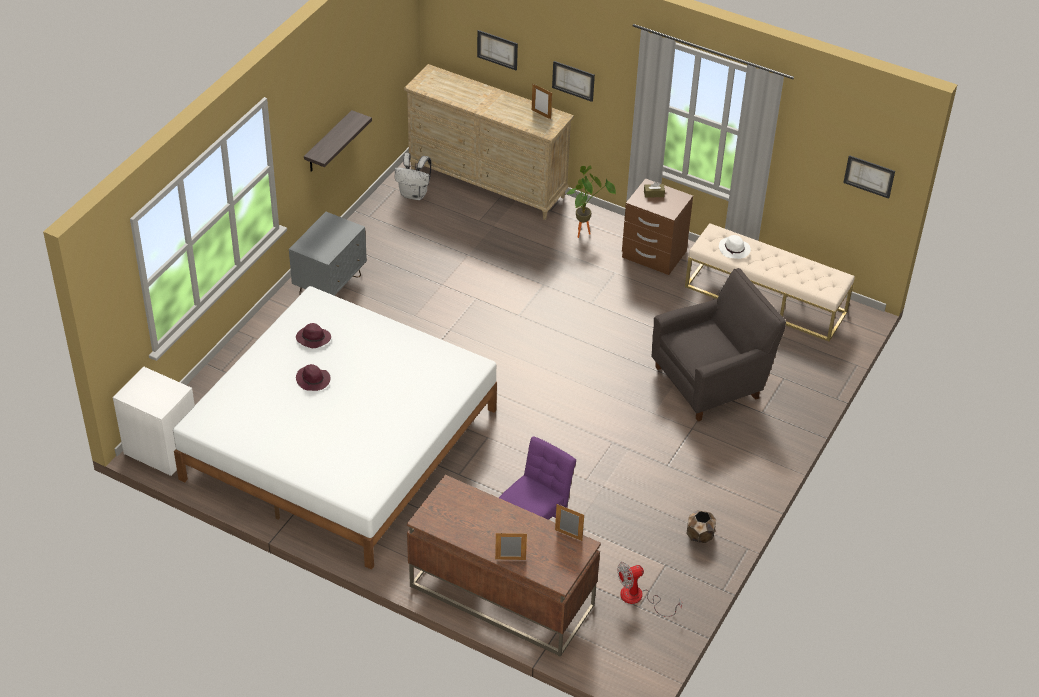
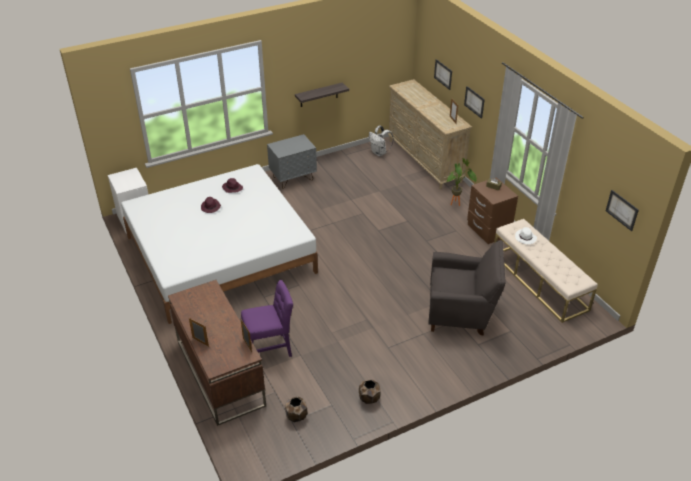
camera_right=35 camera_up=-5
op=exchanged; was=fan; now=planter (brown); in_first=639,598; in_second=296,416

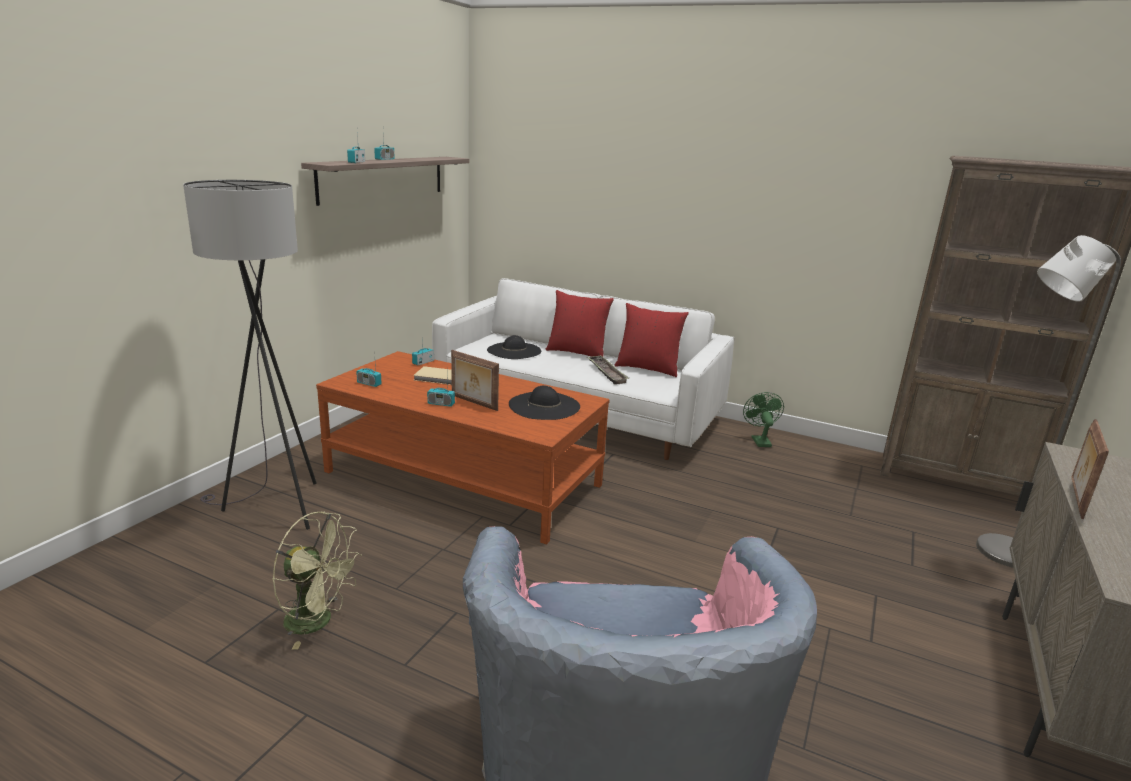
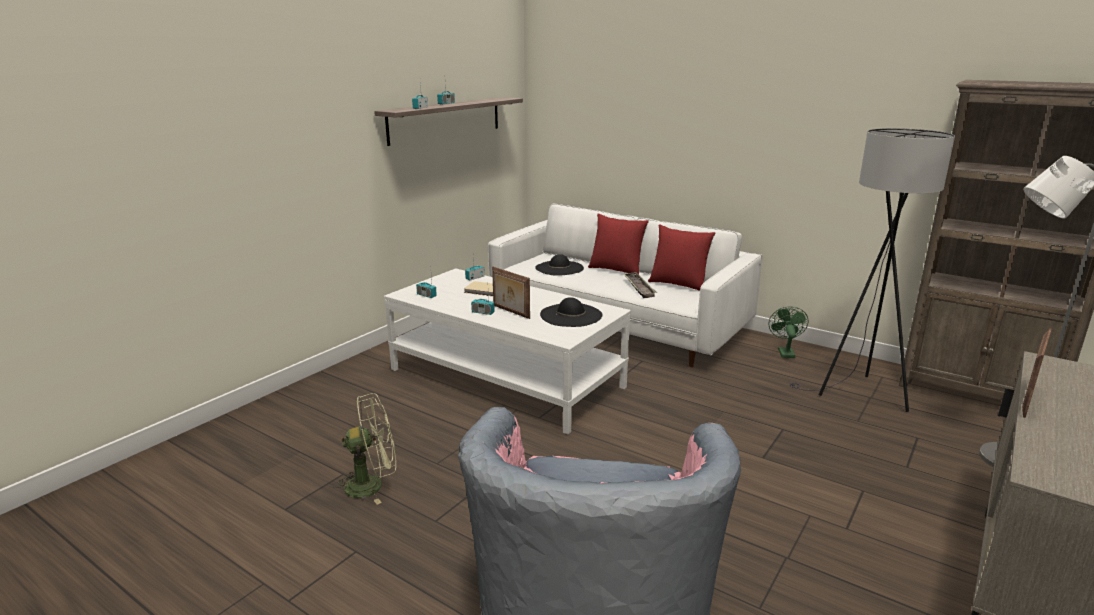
camera_right=10 camera_up=0
op=spun; was=fan (green); in_first=318,621; in_second=372,485; clockwise=-45
op=colour; was=coffee table (brown); now=coffee table (white); in_first=464,479; in_second=506,378
op=relocated; was=floor lamp (grey); in_first=273,508; in_second=857,395

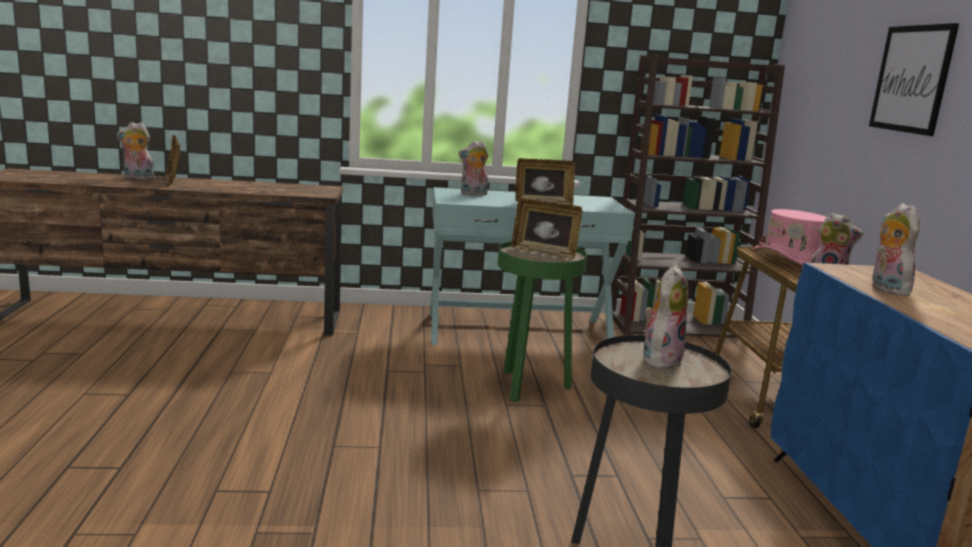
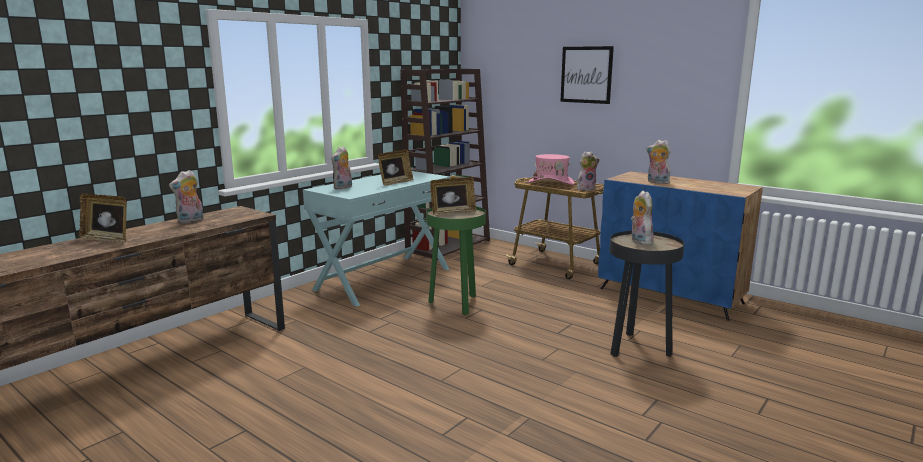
camera_right=-45 camera_up=0
op=relocated; was=plush toy; in_first=137,178; in_second=190,221

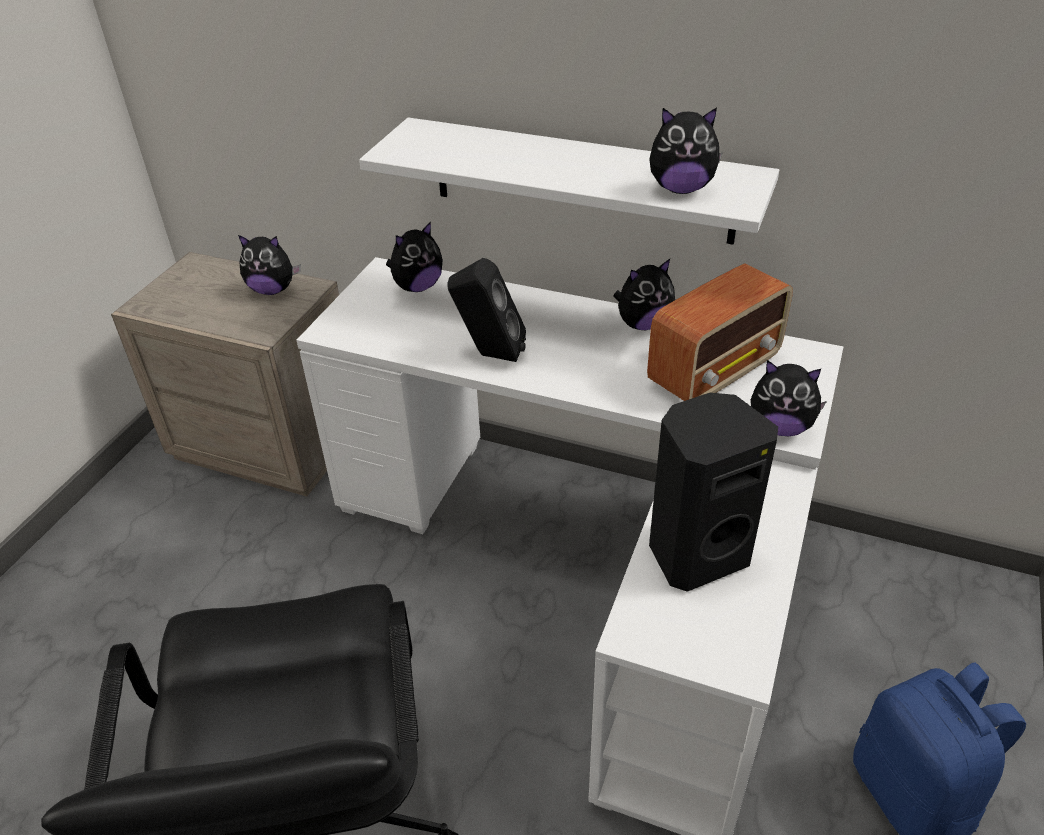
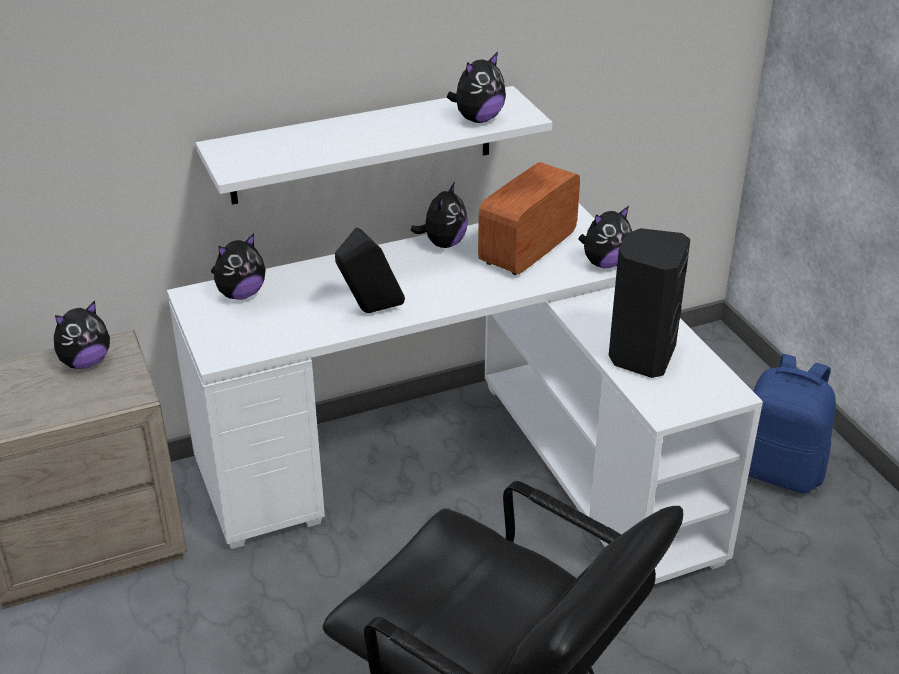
camera_right=-45 camera_up=-5
op=spun; was=plush toy; in_first=417,287; in_second=240,294; clockwise=45
op=spun; was=radio; in_first=715,370; in_second=527,250; clockwise=-150

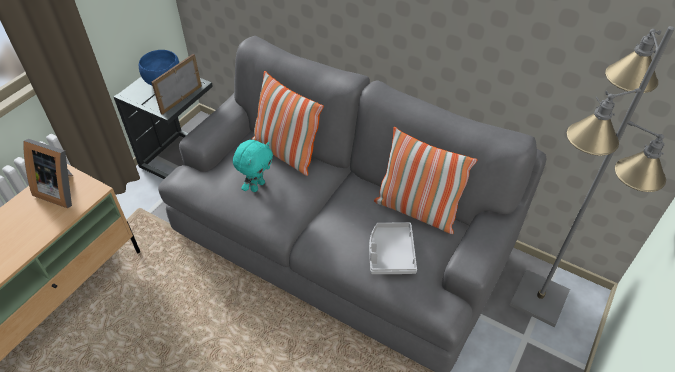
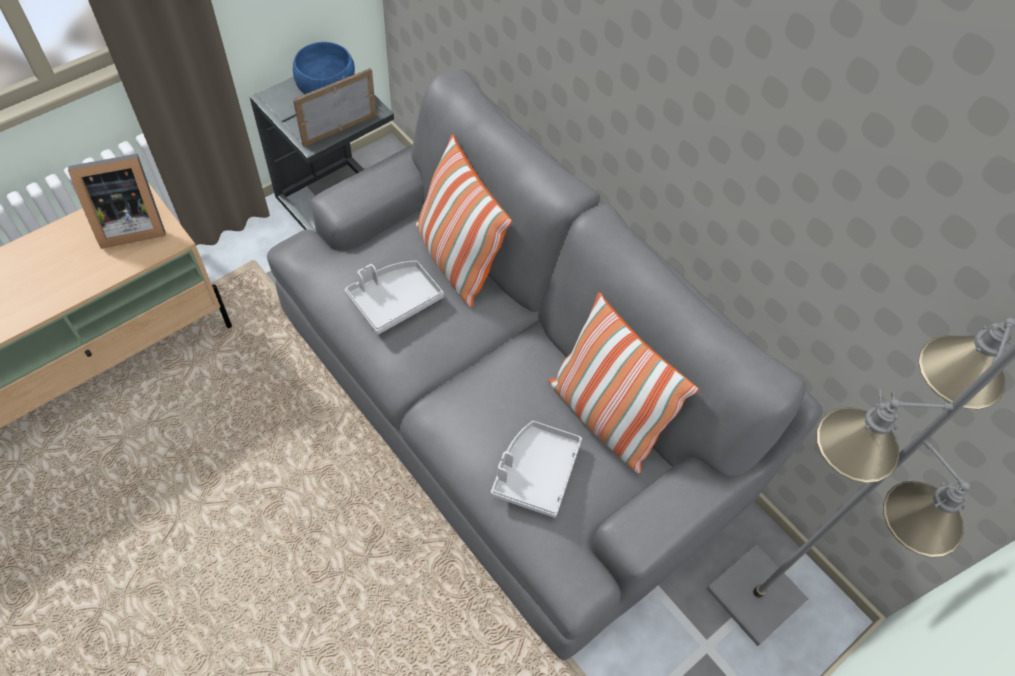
camera_right=15 camera_up=10
op=spun; was=picture frame; in_first=61,190; in_second=129,224; clockwise=-60
op=exchanged; was=plush toy (turquoise); now=tray (grey); in_first=257,186; in_second=394,300

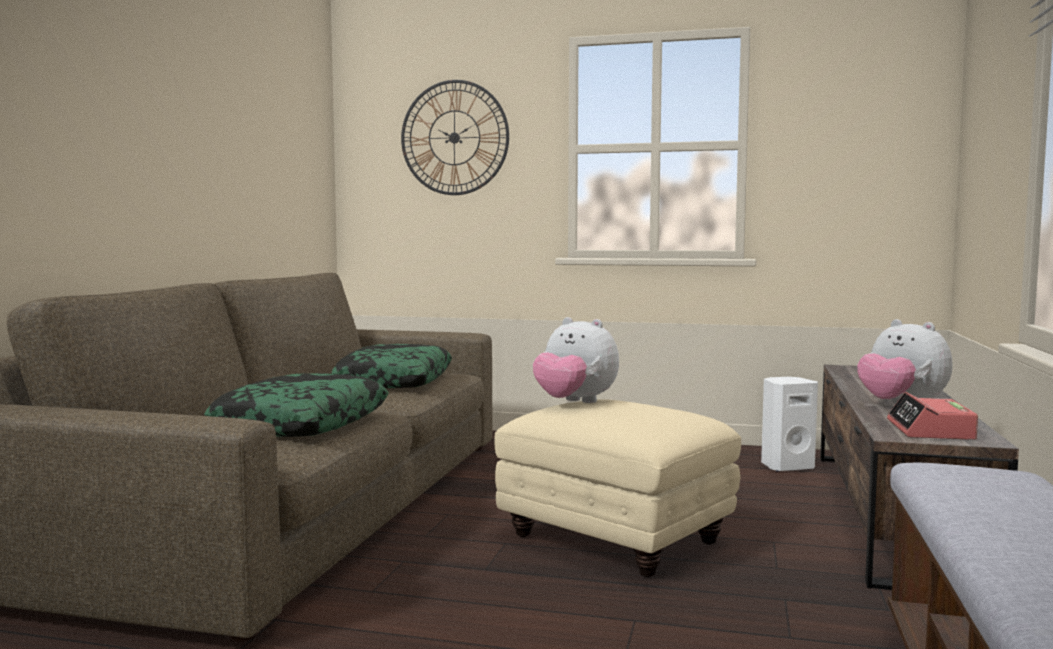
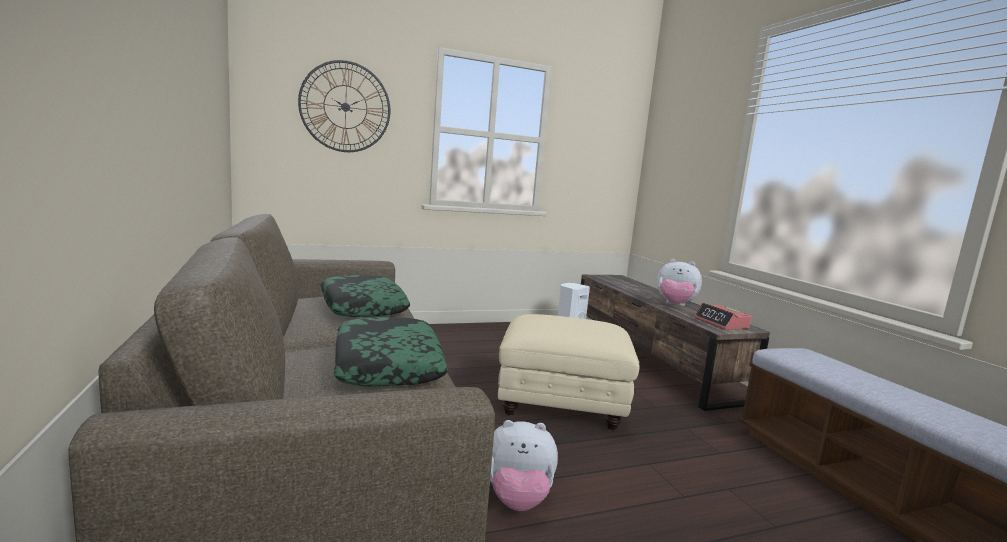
camera_right=-35 camera_up=5
op=relocated; was=plush toy; in_first=574,402; in_second=517,499

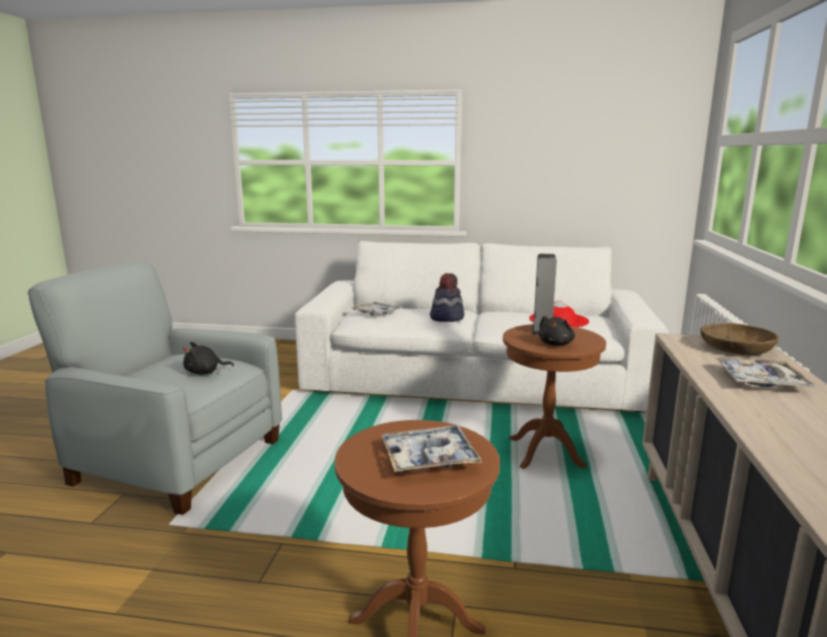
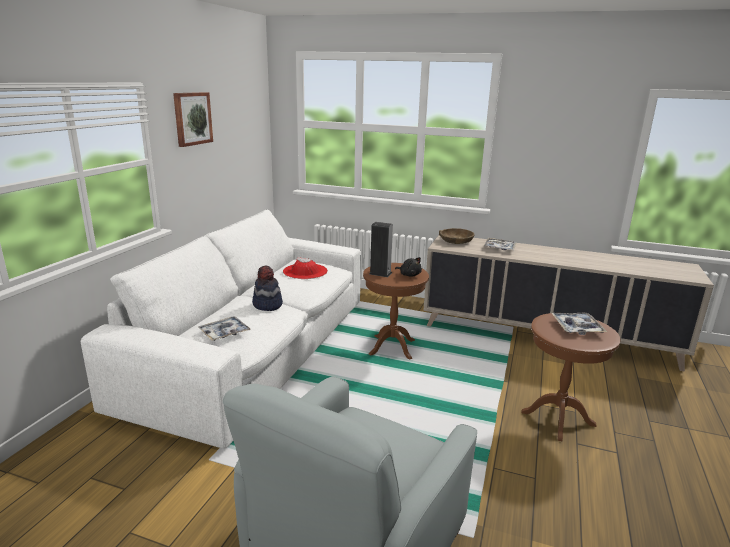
camera_right=-80 camera_up=5
op=appeared; now=picture; in_second=192,118
op=missing; was=plush toy (black); in_first=205,372

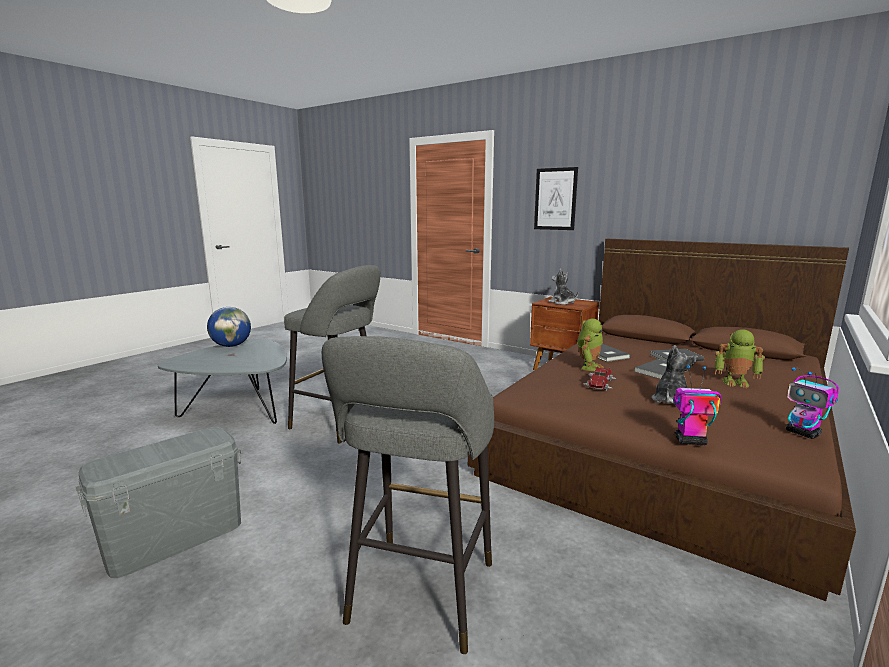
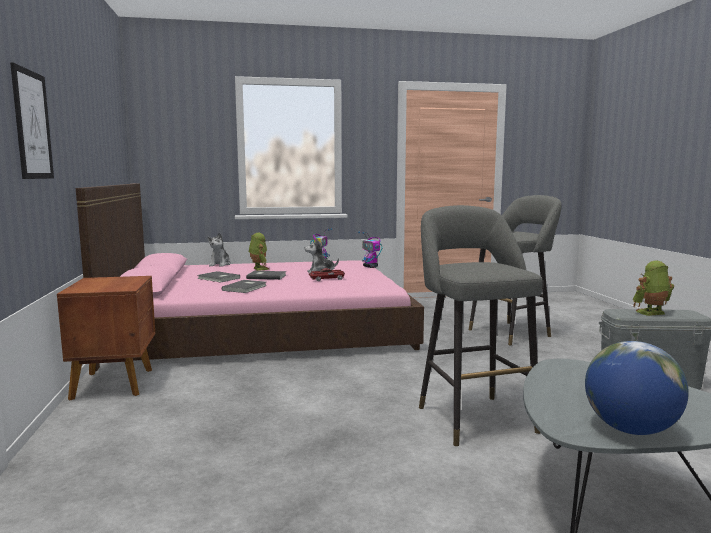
camera_right=-135 camera_up=-5
op=colour; was=bed (brown); now=bed (pink); in_first=666,436; in_second=263,328
op=relocated; was=plush toy; in_first=562,303; in_second=220,264
op=relocated; was=toy robot; in_first=588,367; in_second=651,313

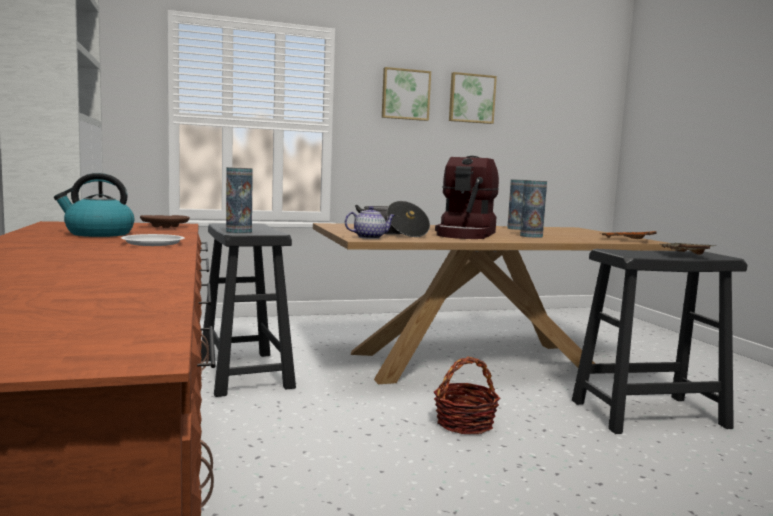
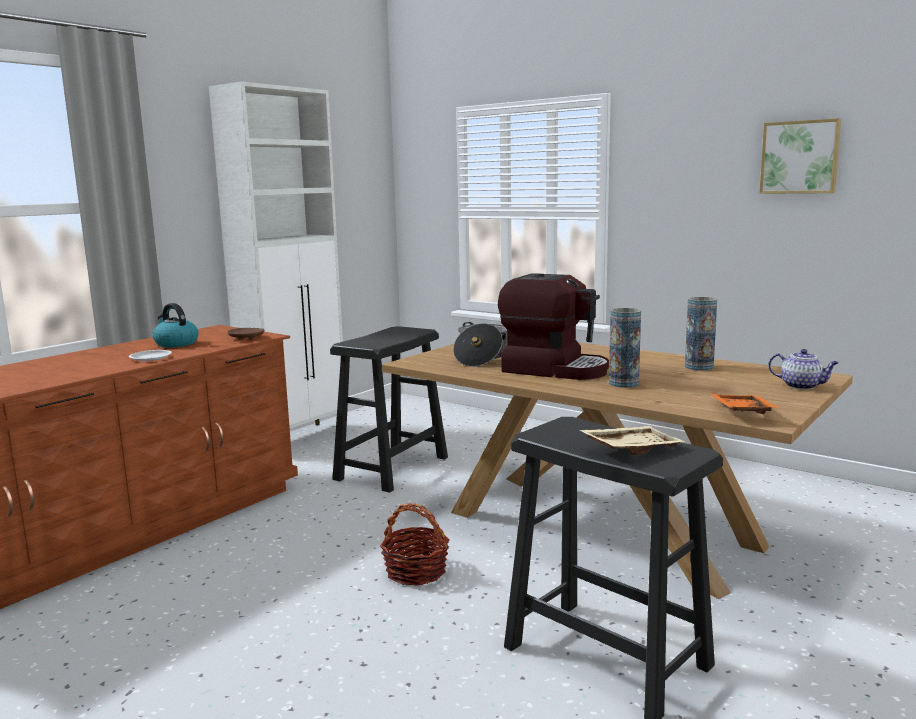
camera_right=55 camera_up=5
op=spun; was=coffee machine; in_first=466,234; in_second=555,369; clockwise=-135
op=relocated; was=teapot; in_first=370,237; in_second=802,386
op=missing; was=vase; in_first=239,232
op=missing; was=picture; in_first=405,94

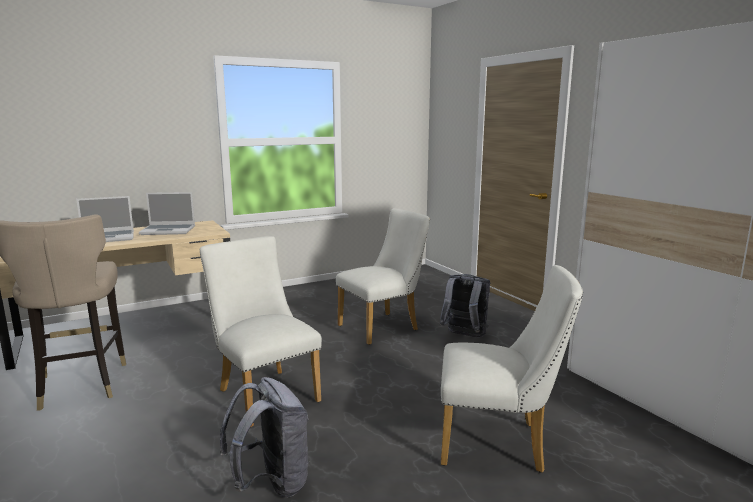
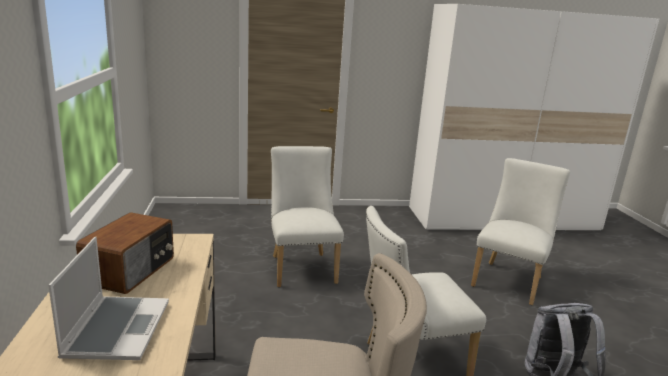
camera_right=-70 camera_up=5
op=exchanged; was=laptop; now=radio; in_first=169,230; in_second=131,270
op=missing; was=backpack (grey); in_first=464,336

